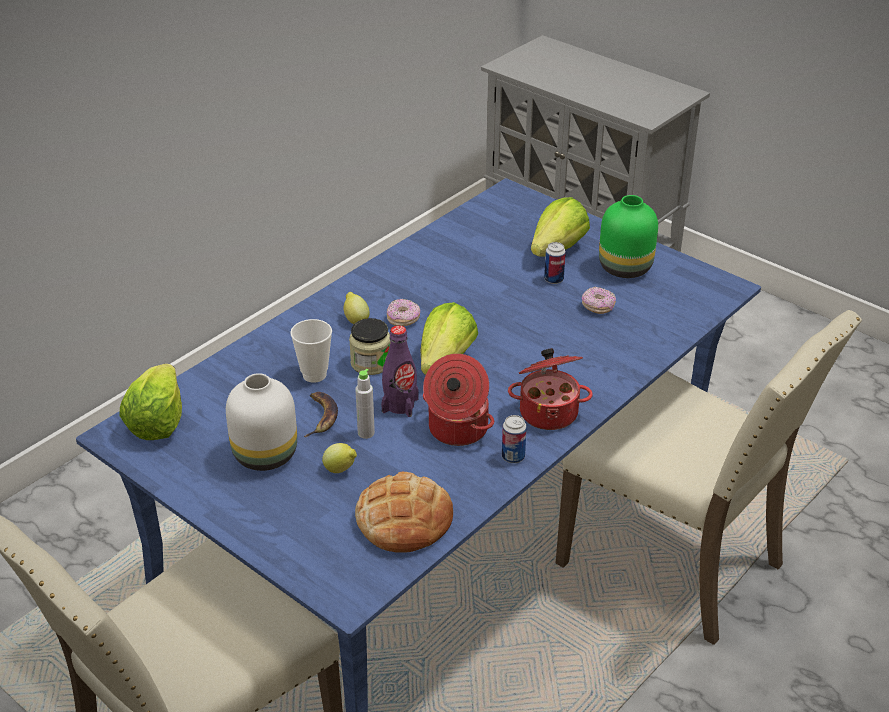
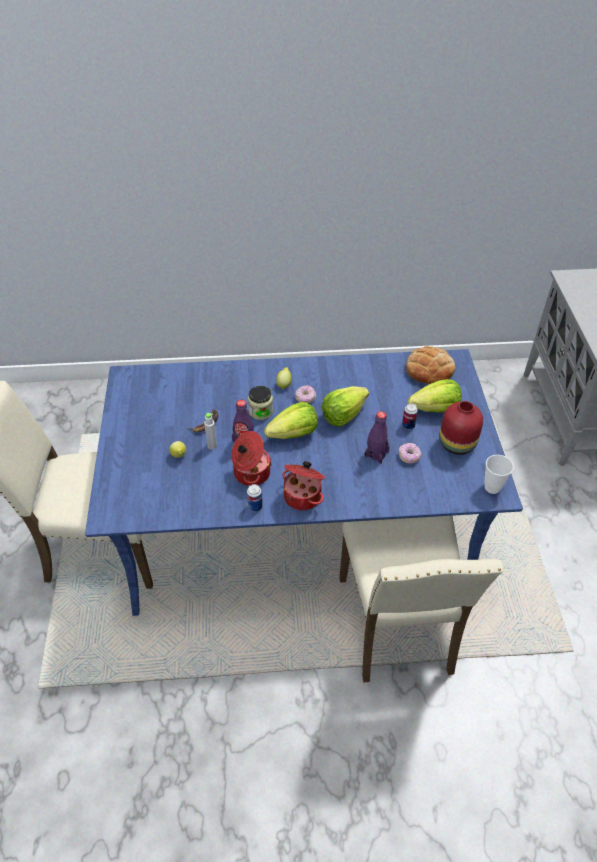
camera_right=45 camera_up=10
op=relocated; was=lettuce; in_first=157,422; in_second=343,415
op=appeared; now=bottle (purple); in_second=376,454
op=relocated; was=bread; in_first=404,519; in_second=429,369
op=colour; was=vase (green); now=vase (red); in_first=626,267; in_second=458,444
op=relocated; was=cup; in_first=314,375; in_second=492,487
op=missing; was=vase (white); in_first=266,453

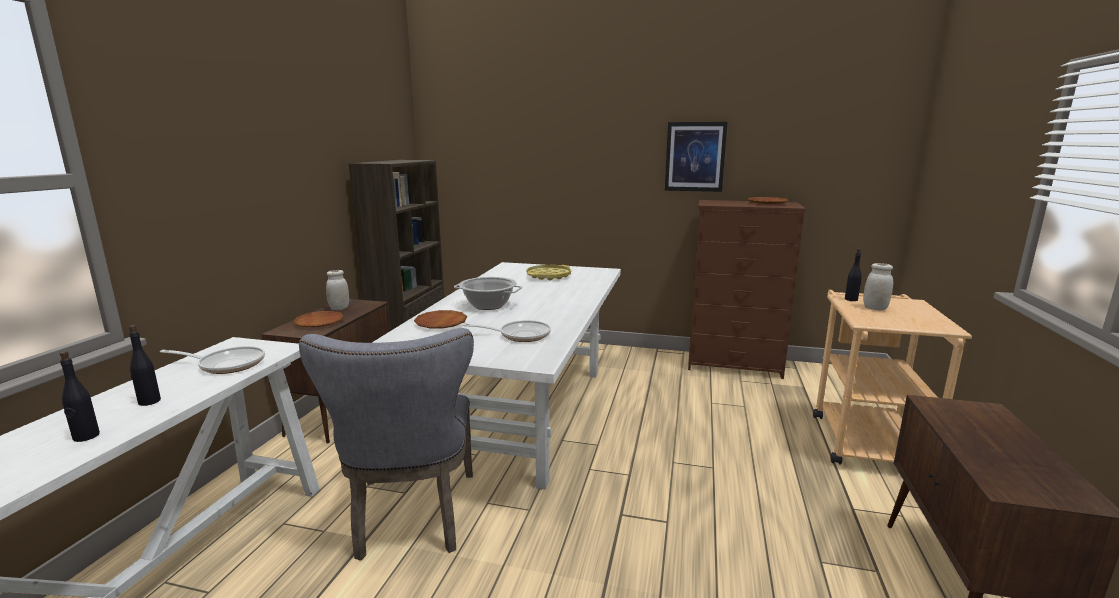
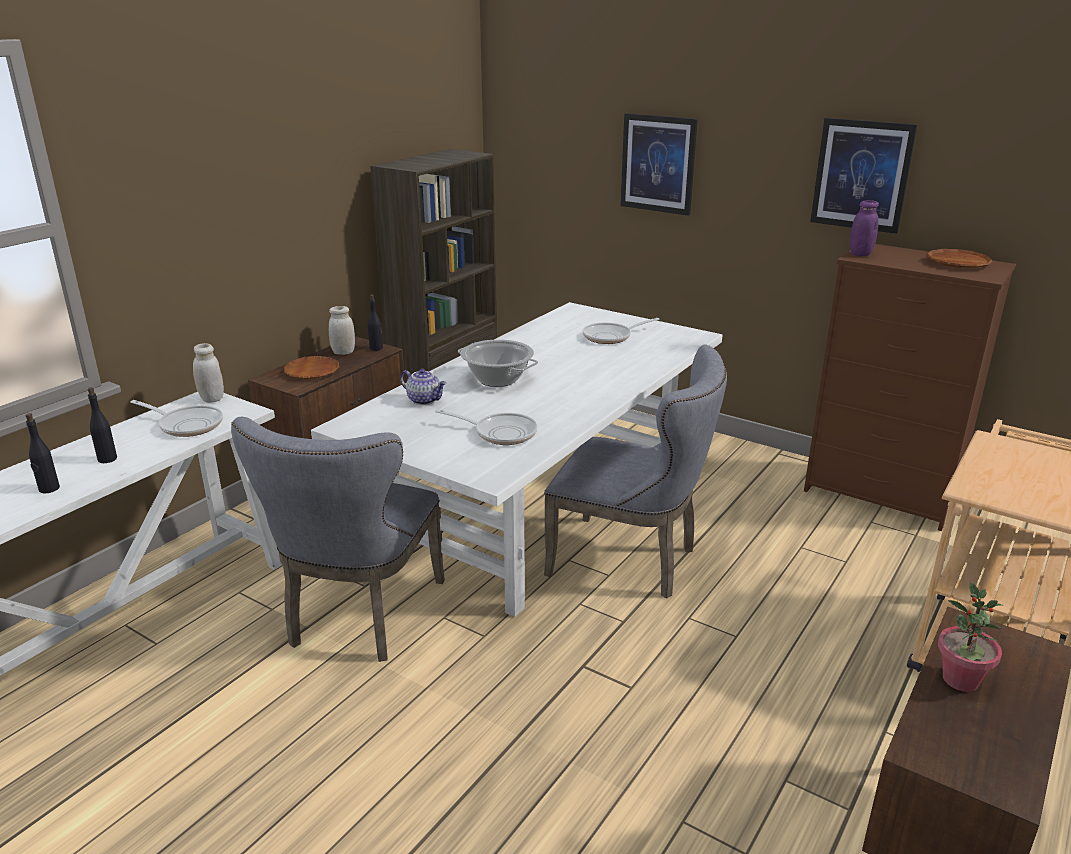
camera_right=20 camera_up=10
op=relocated; was=jar (white); in_first=875,308; in_second=212,399
op=relocated; was=bottle (black); in_first=851,299; in_second=376,348
op=exchanged; was=plate (brown); now=teapot; in_first=441,323; in_second=425,400
op=appeared; now=chair (grey); in_second=632,560
op=exchanged; was=tray (yellow); now=frying pan; in_first=549,276; in_second=611,337
op=appeared; now=picture; in_second=658,164
op=appeared; now=jar (purple); in_second=860,254
op=appeared; now=potted plant; in_second=960,680

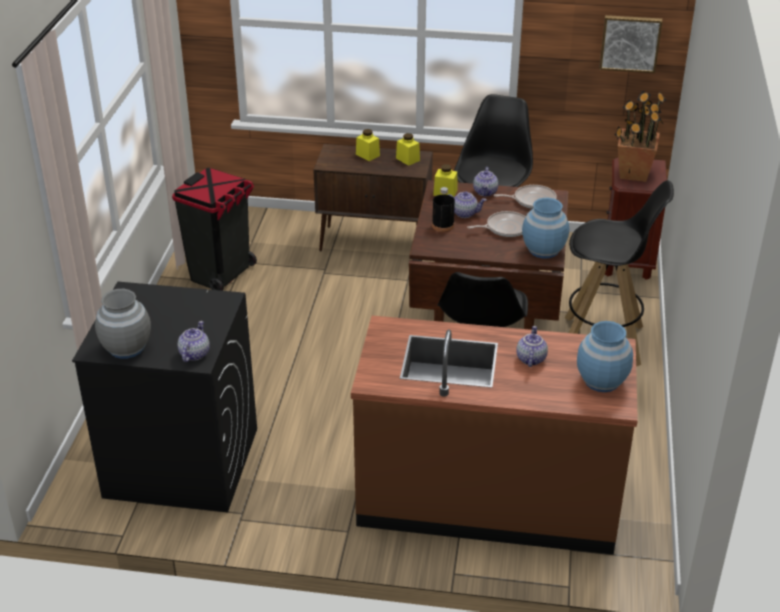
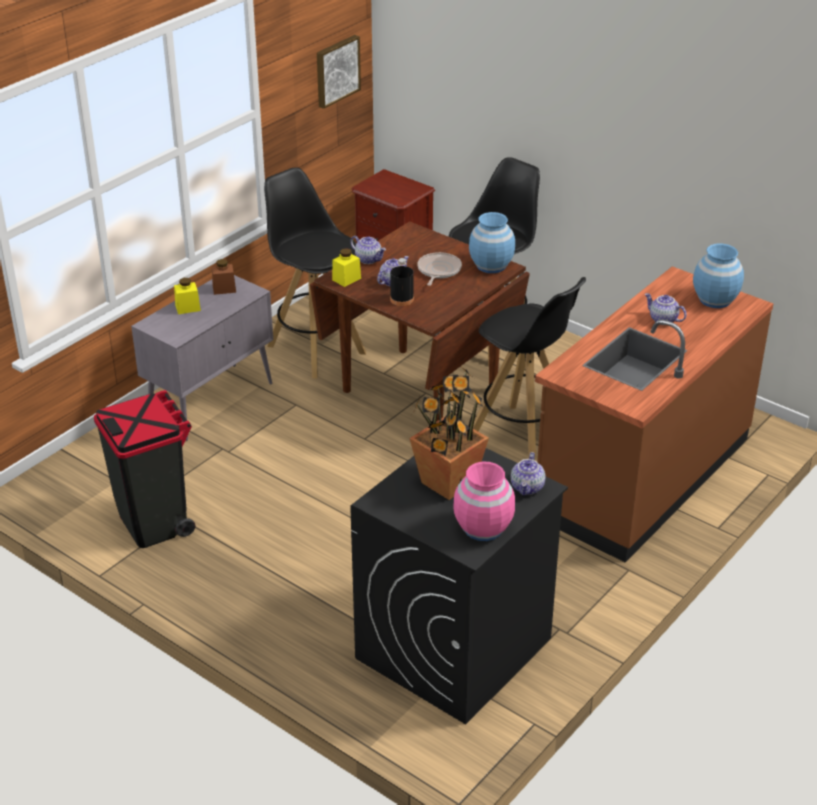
camera_right=-60 camera_up=0
op=colour; was=cabinet (brown); now=cabinet (grey); in_first=375,243; in_second=212,401
op=colour; was=jar (yellow); now=jar (brown); in_first=407,159; in_second=224,289
op=relocated; was=potted plant; in_first=633,173; in_second=447,482
op=colour; was=vase (grey); now=vase (pink); in_first=127,348; in_second=483,528
op=spun; was=teapot; in_first=194,353; in_second=527,487; clockwise=-120
op=missing; was=frying pan; in_first=532,200

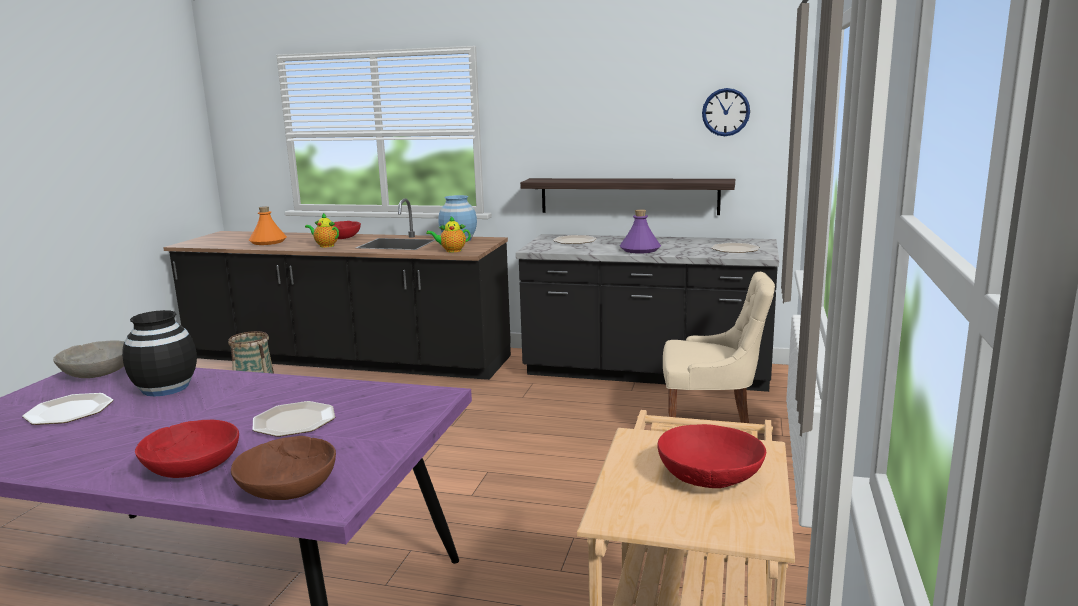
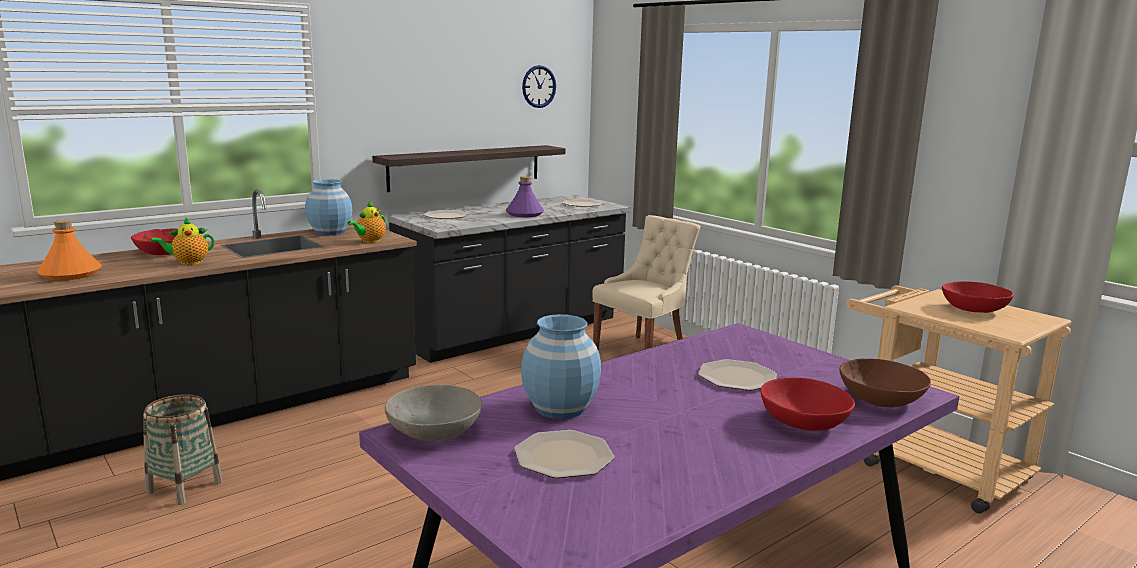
camera_right=-55 camera_up=0
op=colour; was=vase (black); now=vase (blue); in_first=166,388; in_second=560,407

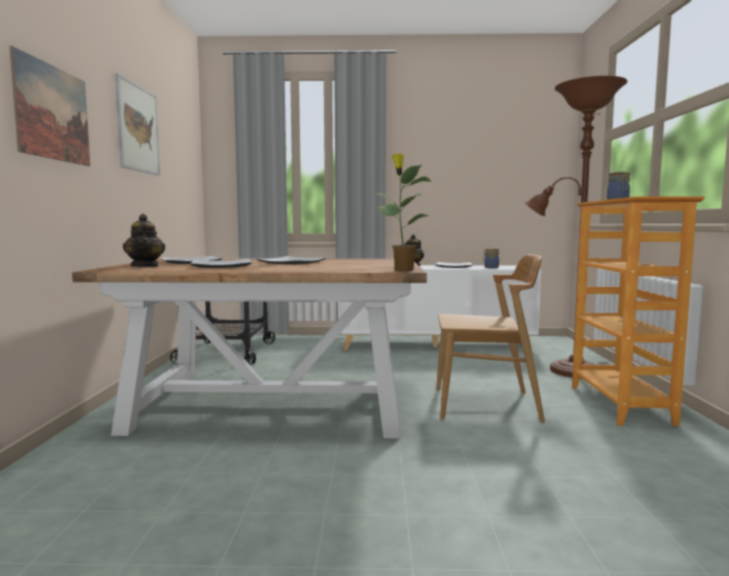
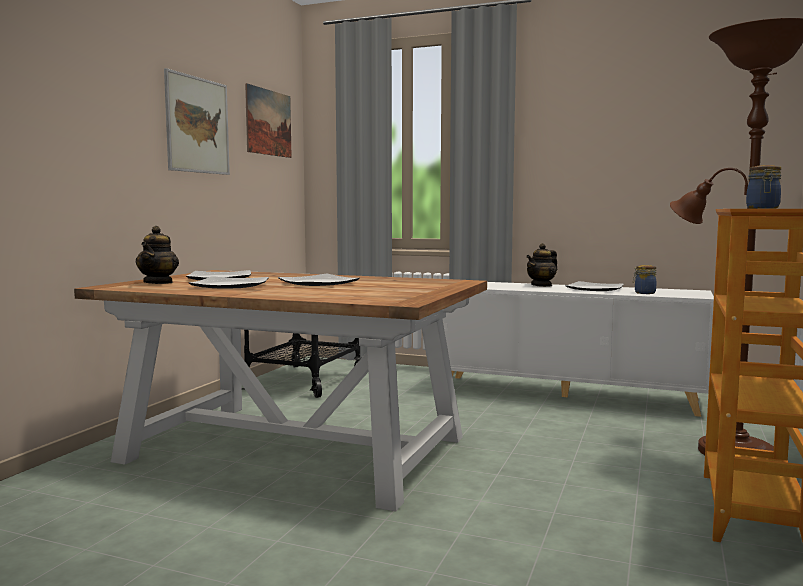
camera_right=20 camera_up=0
op=relocated; was=picture; in_first=53,113; in_second=268,122
op=missing; was=potted plant; in_first=402,270
op=missing; was=chair (brown); in_first=486,405

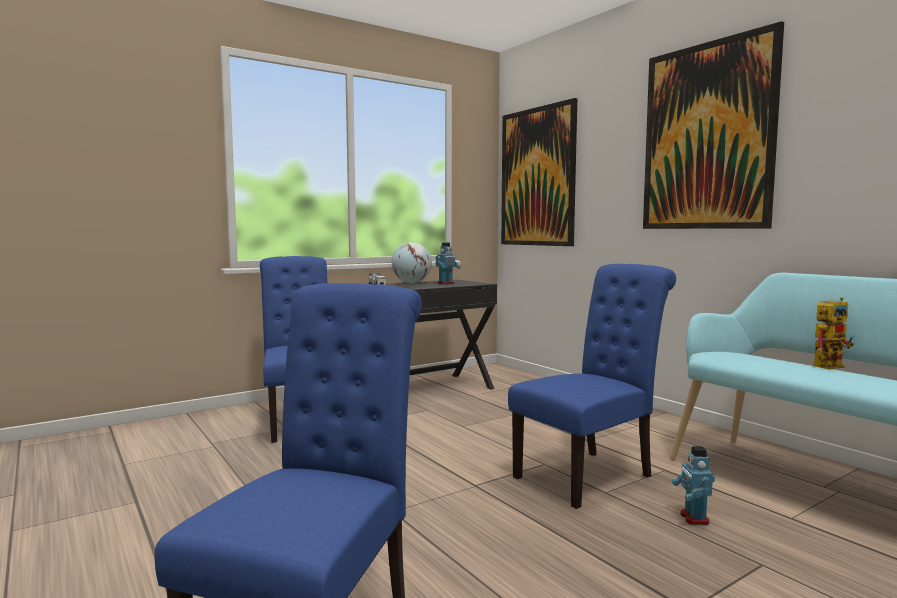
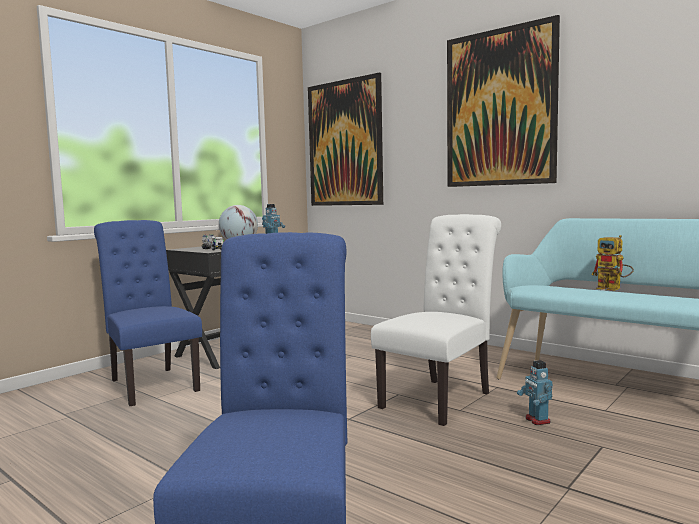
camera_right=-15 camera_up=0
op=colour; was=chair (blue); now=chair (white); in_first=590,475; in_second=440,398
op=spun; was=toy robot; in_first=830,365; in_second=614,289; clockwise=90

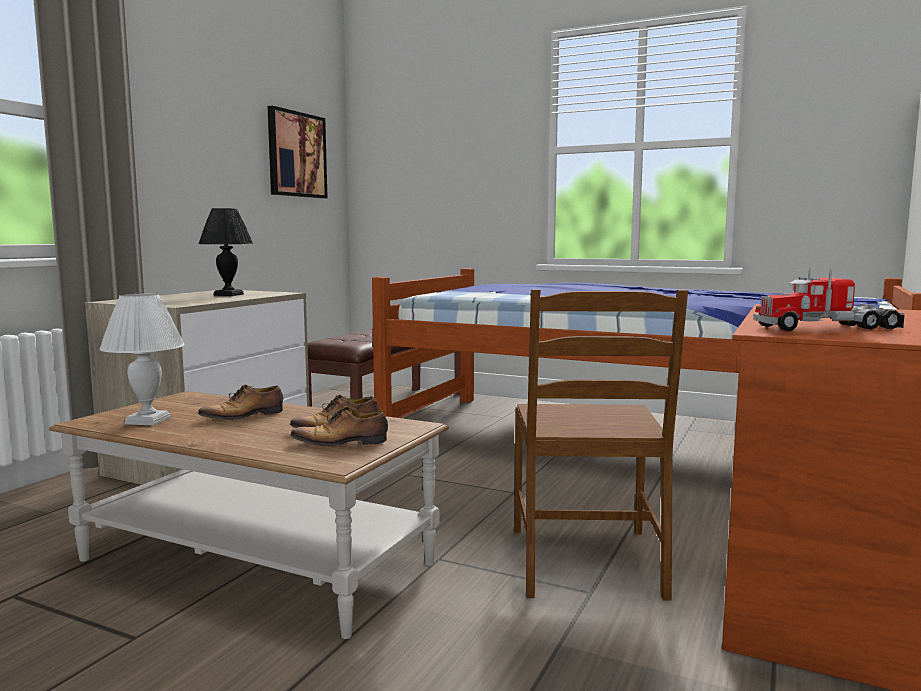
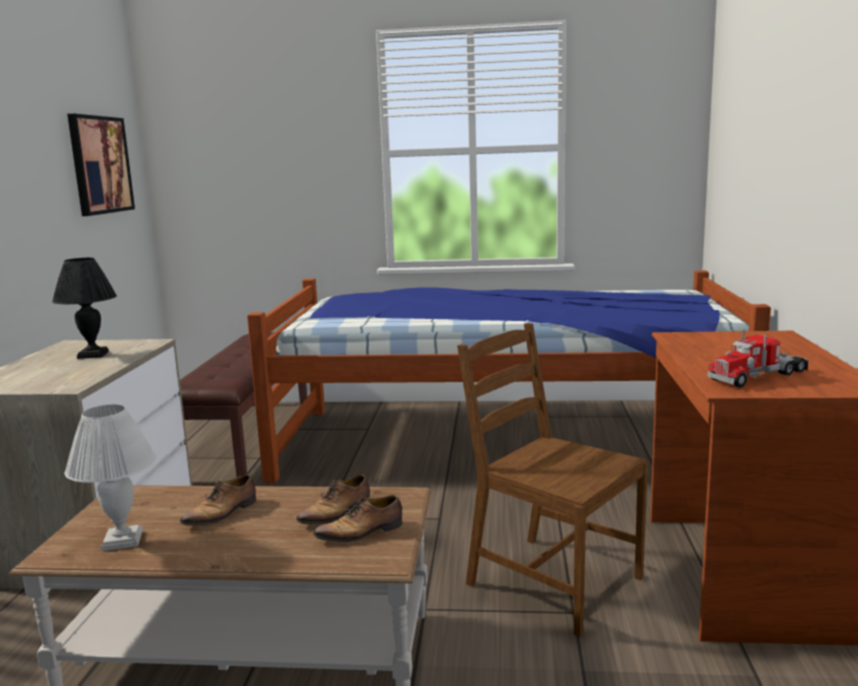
camera_right=-20 camera_up=5
op=spun; was=chair (brown); in_first=588,562; in_second=551,581; clockwise=150

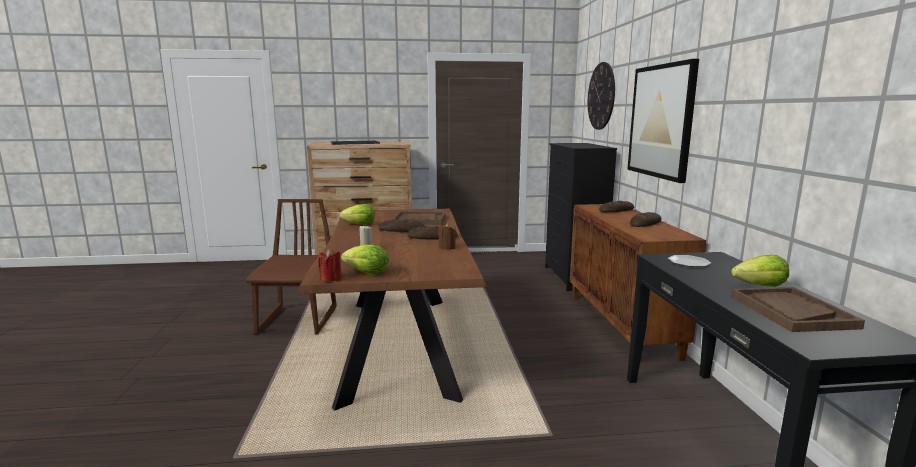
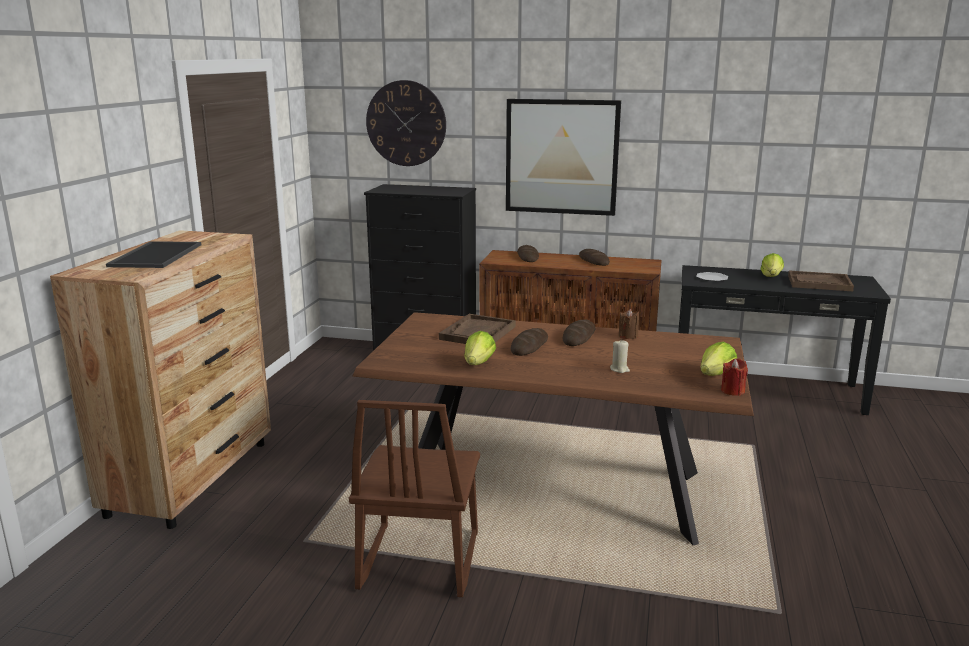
camera_right=-70 camera_up=5
op=spun; was=chair (brown); in_first=299,320; in_second=418,561; clockwise=-105

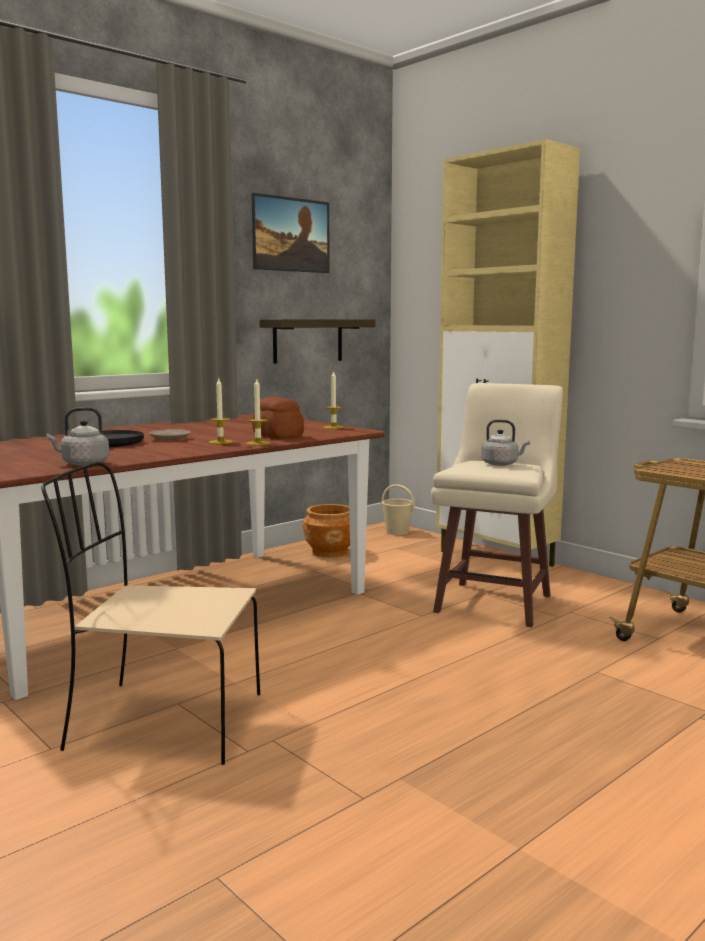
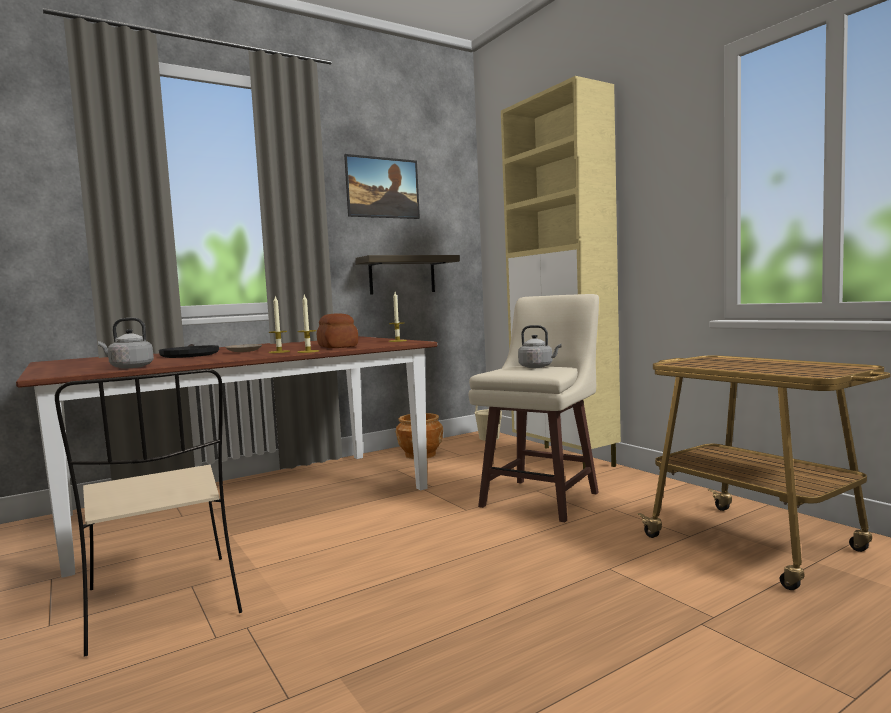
camera_right=10 camera_up=-5
op=spun; was=chair (beige); in_first=161,721; in_second=163,603; clockwise=-135

